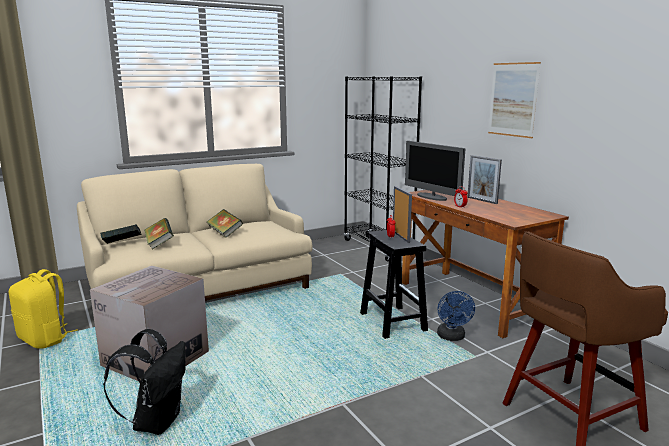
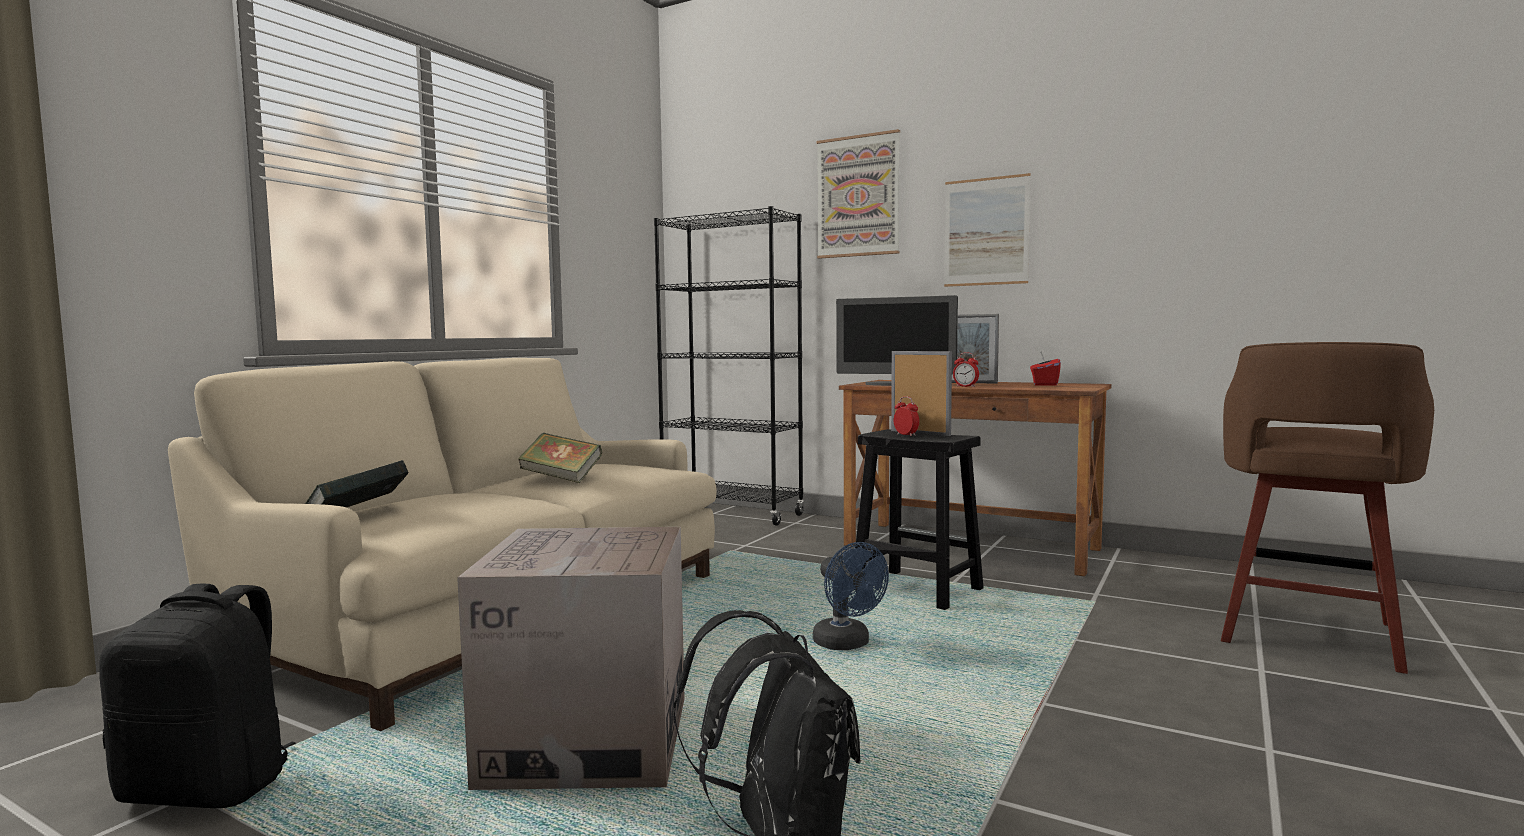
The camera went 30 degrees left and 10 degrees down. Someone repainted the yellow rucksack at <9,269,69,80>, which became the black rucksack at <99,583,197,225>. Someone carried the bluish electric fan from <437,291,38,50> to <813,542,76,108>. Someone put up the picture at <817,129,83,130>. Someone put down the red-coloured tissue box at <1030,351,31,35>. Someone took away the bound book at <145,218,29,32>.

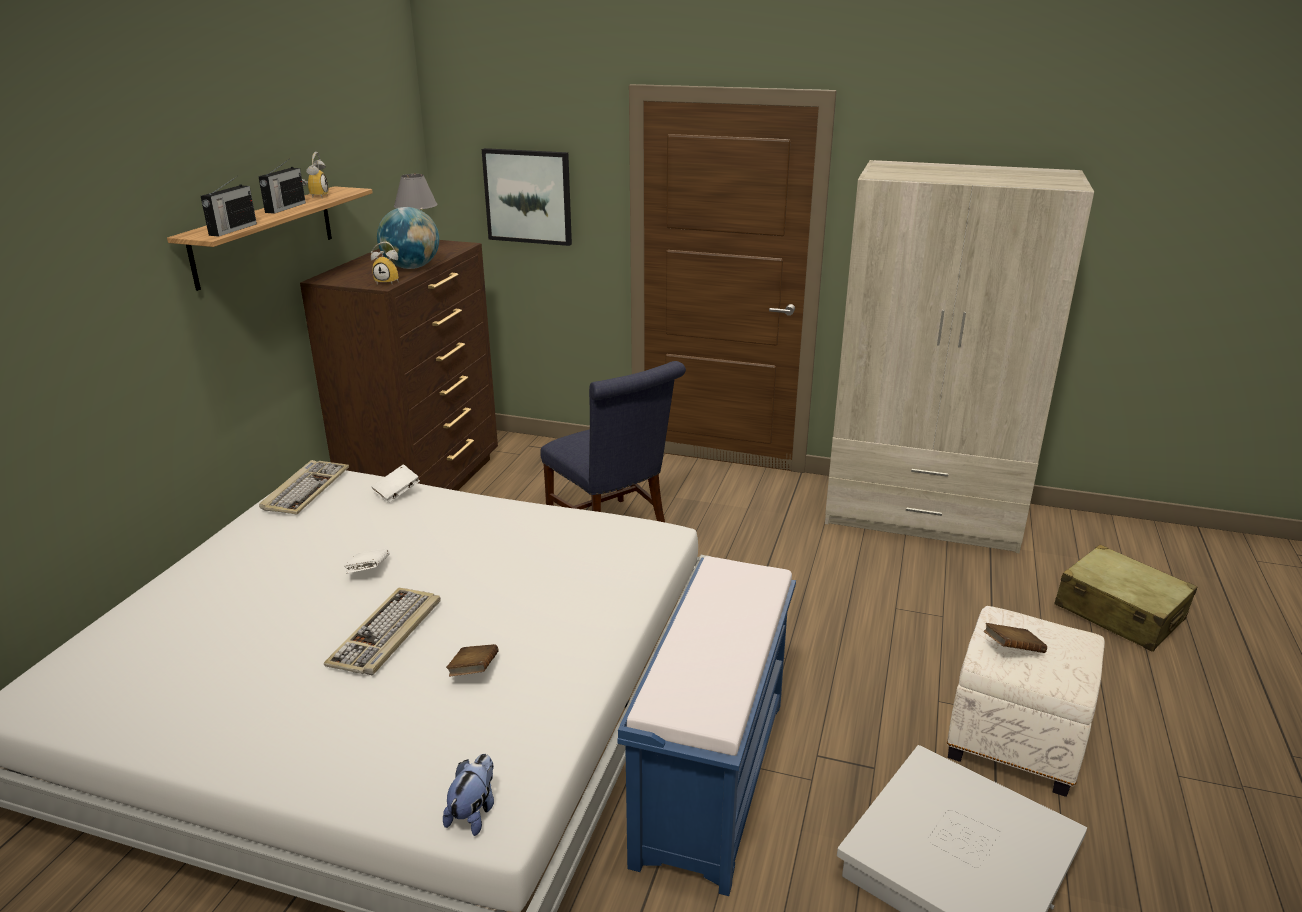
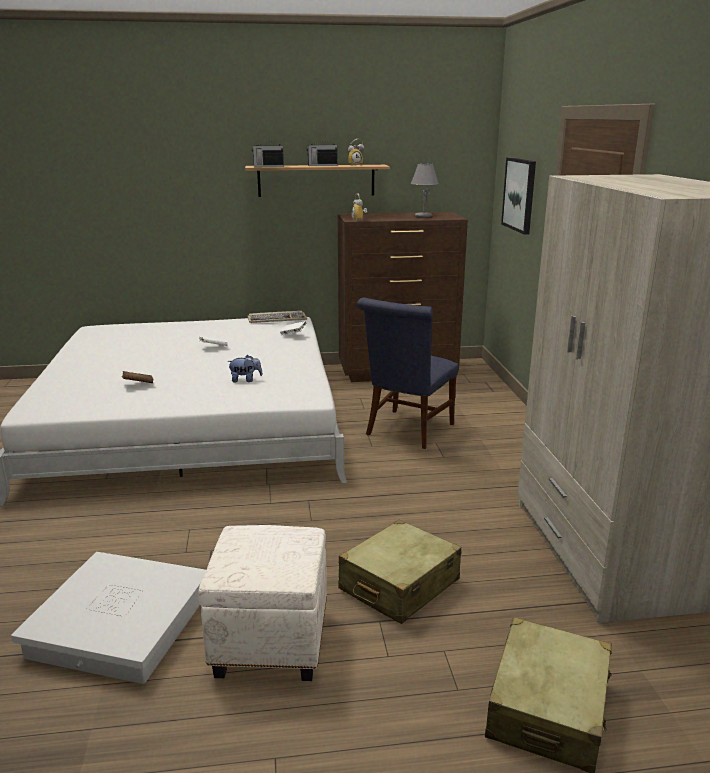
The camera went 65 degrees right and 5 degrees down. Someone carried the soft toy from <443,754,51,82> to <227,355,36,28>. Someone put down the beige travel case at <338,520,123,104>. Someone took away the PC keyboard at <324,588,117,87>. Someone took away the world globe at <377,207,62,62>. Someone took away the bluish bench at <617,556,179,340>. Someone took away the brown-coloured bound book at <984,623,63,30>.

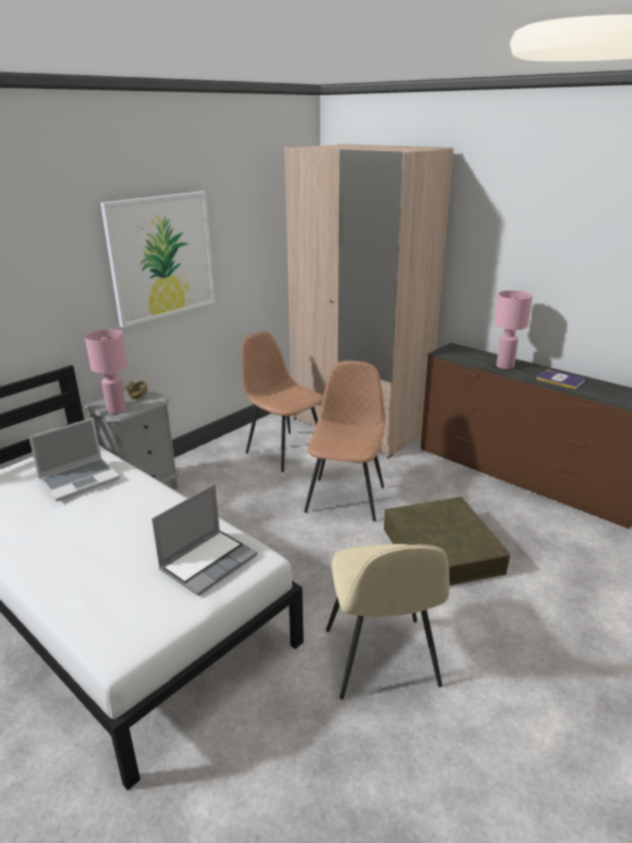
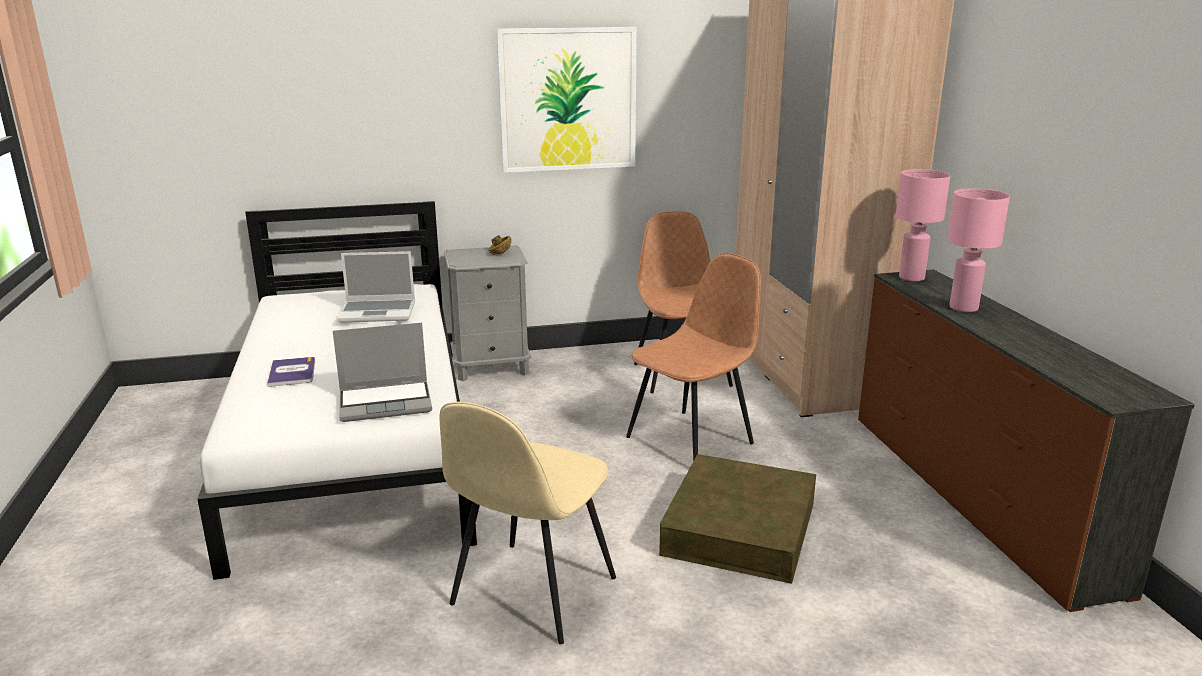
The camera went 35 degrees right and 5 degrees down. Someone carried the bound book from <537,370,48,20> to <267,357,48,30>. Someone carried the pink tabletop lamp from <85,329,42,85> to <896,169,54,112>.

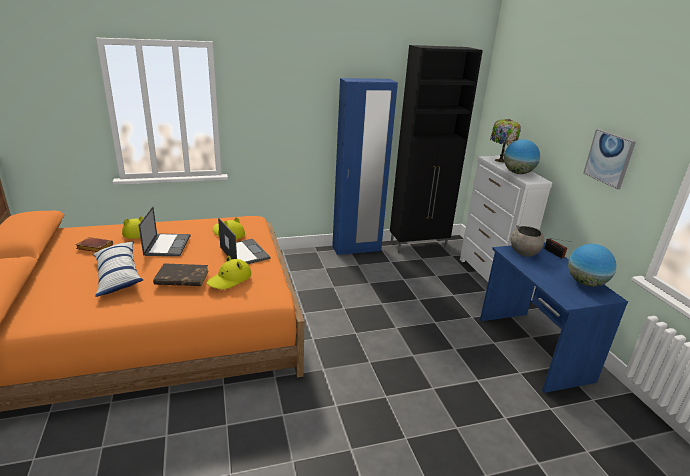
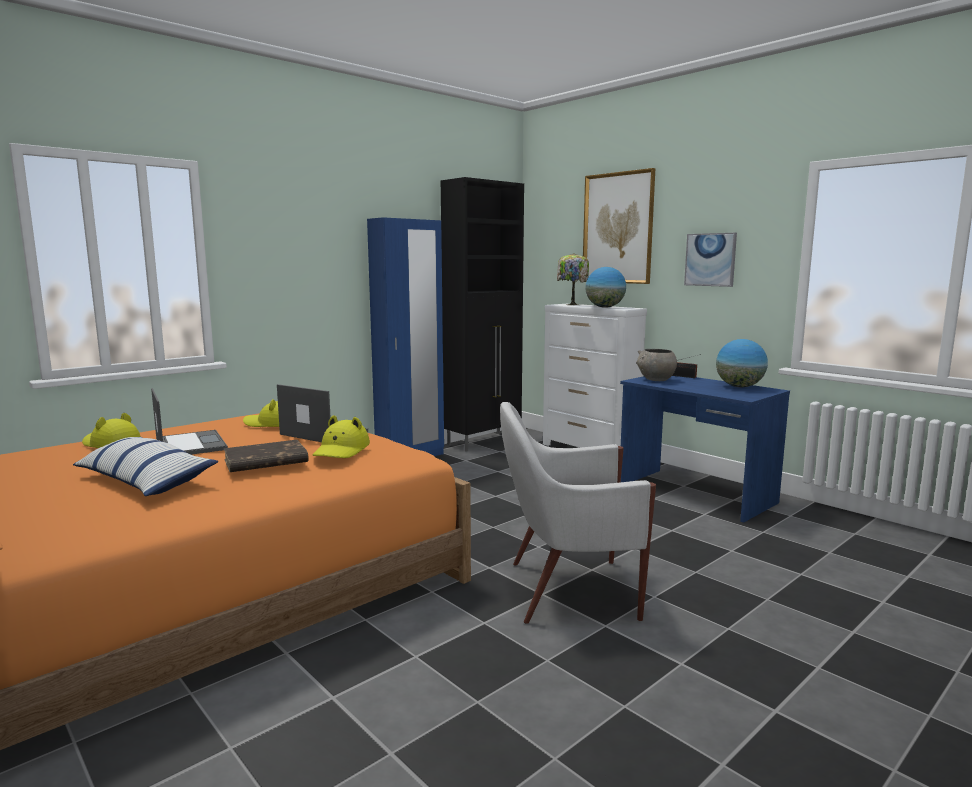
The camera went 25 degrees left and 15 degrees down. Someone put down the whitish lounge chair at <500,402,156,222>. Someone put up the picture at <583,168,72,116>. Someone took away the brown-coloured bound book at <76,237,37,15>.

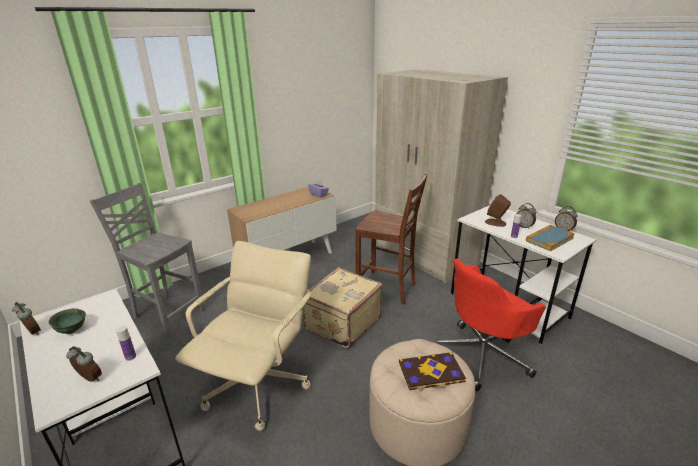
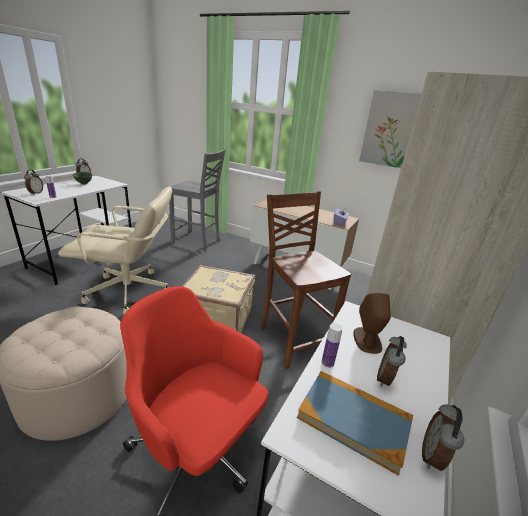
The camera went 65 degrees right and 0 degrees up. Someone rotated the grey plain chair at <90,183,115,154> by 105 degrees clockwise. Someone rotated the brown-coloured plain chair at <355,173,72,132> by 150 degrees clockwise. Someone put up the picture at <359,90,62,78>. Someone took away the bound book at <399,352,67,39>.

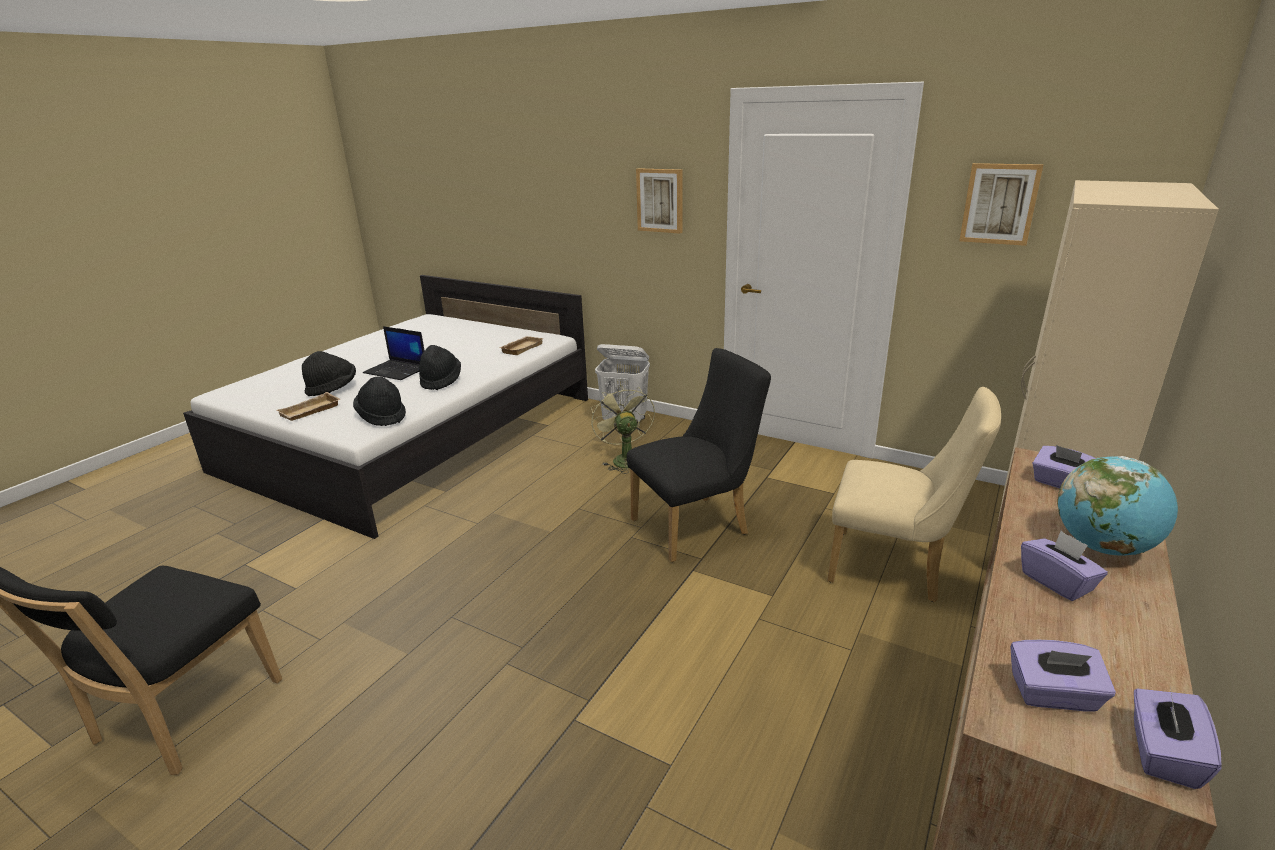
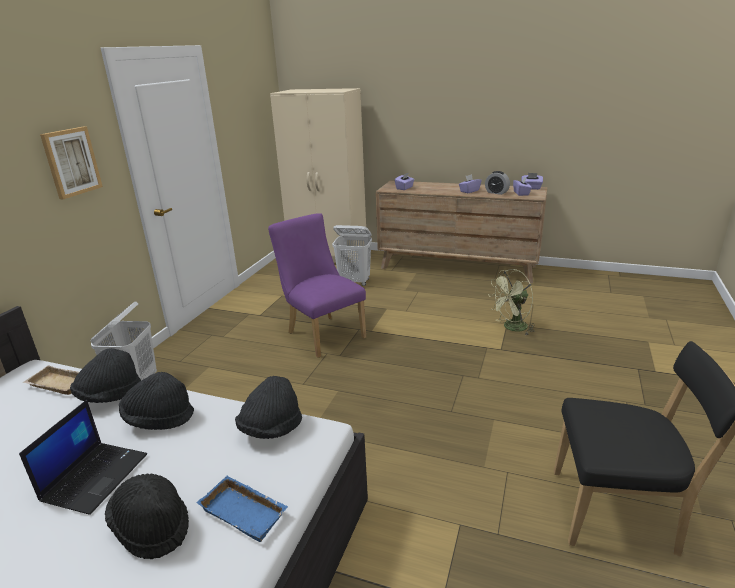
The camera went 100 degrees left and 0 degrees up. Someone put down the black wearable hat at <70,348,71,55>. Someone repainted the beige tray at <277,392,63,29>, which became the bluish tray at <196,476,92,66>. Someone repainted the black plain chair at <627,348,144,214>, which became the purplish plain chair at <268,213,98,145>. Someone swapped the beige plain chair at <827,387,174,215> for the whitish hamper at <332,225,40,61>. Someone put down the bedside clock at <485,171,25,24>. Someone carried the greenish electric fan from <591,385,64,89> to <488,269,47,67>. Someone took away the picture at <959,163,84,83>. Someone took away the world globe at <1057,456,121,100>.

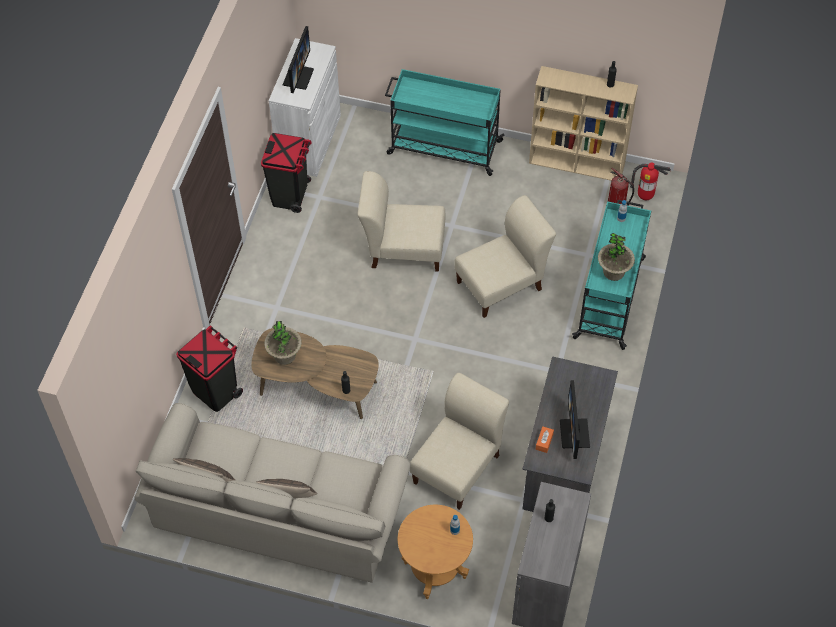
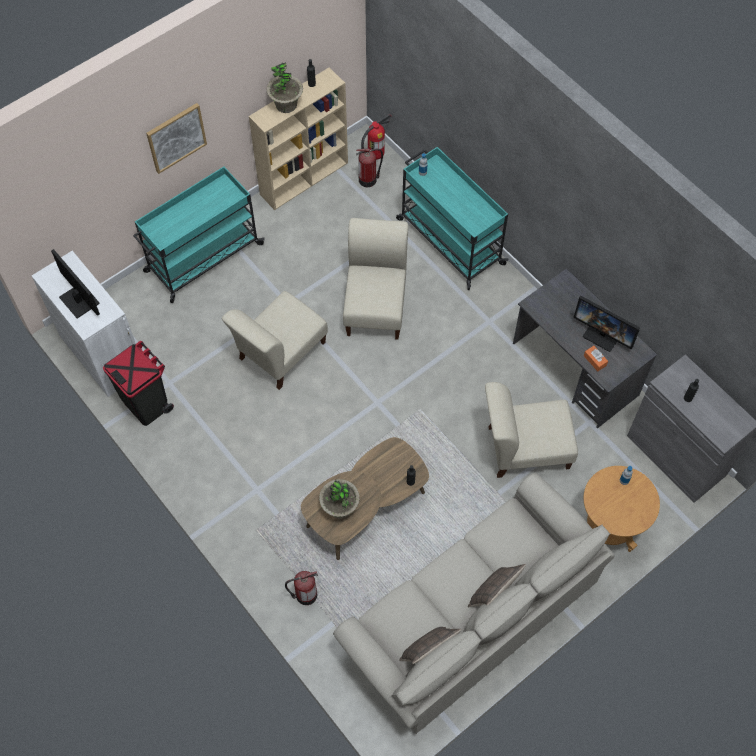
The camera went 55 degrees left and 5 degrees up. Someone put up the picture at <146,103,61,71>. Someone carried the houseplant from <598,233,37,48> to <267,62,36,51>. Someone swapped the black trash can at <176,326,67,86> for the fire extinguisher at <285,571,33,34>. Someone rotated the beige plain chair at <410,373,99,137> by 75 degrees counterclockwise.

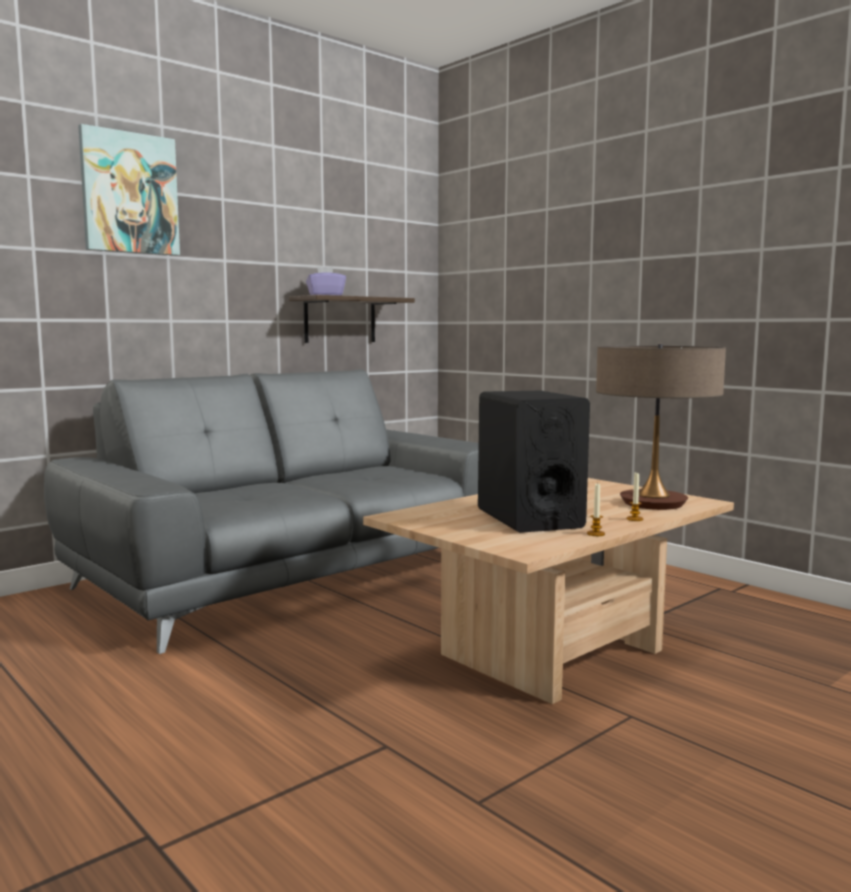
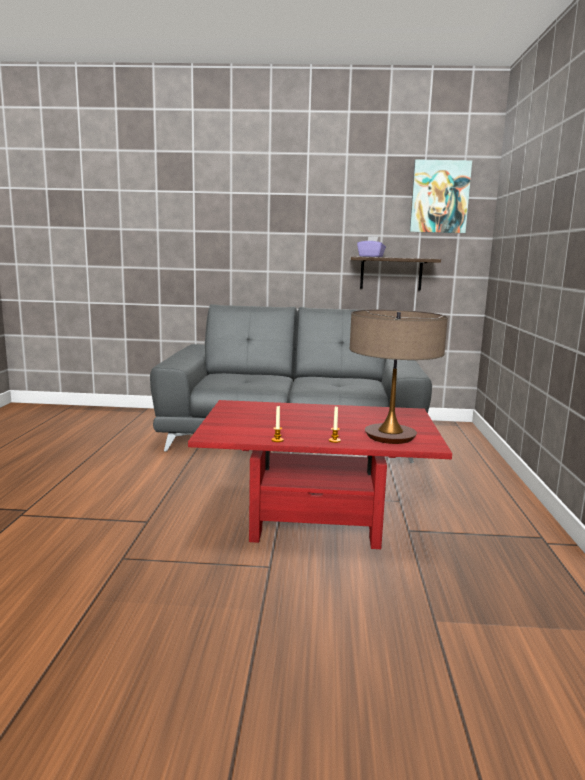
The camera went 45 degrees right and 5 degrees up. Someone repainted the beige coffee table at <363,478,371,226>, which became the red-coloured coffee table at <188,400,264,149>. Someone carried the picture from <78,124,102,132> to <410,159,62,74>. Someone took away the black audio speaker at <478,391,112,142>.

